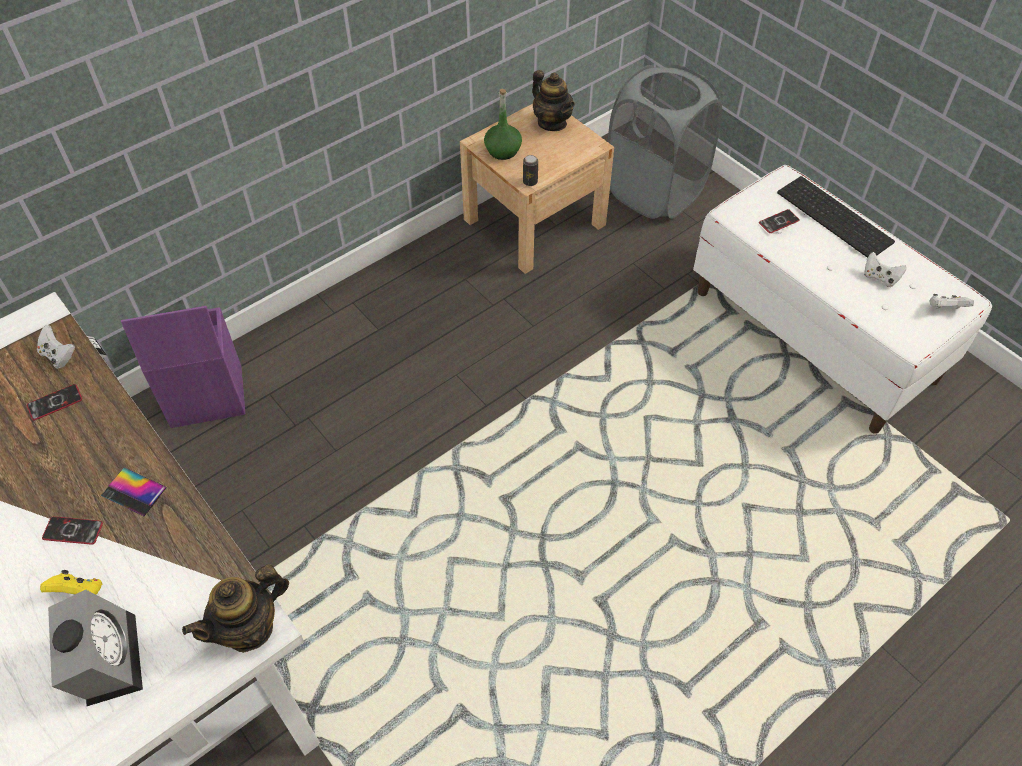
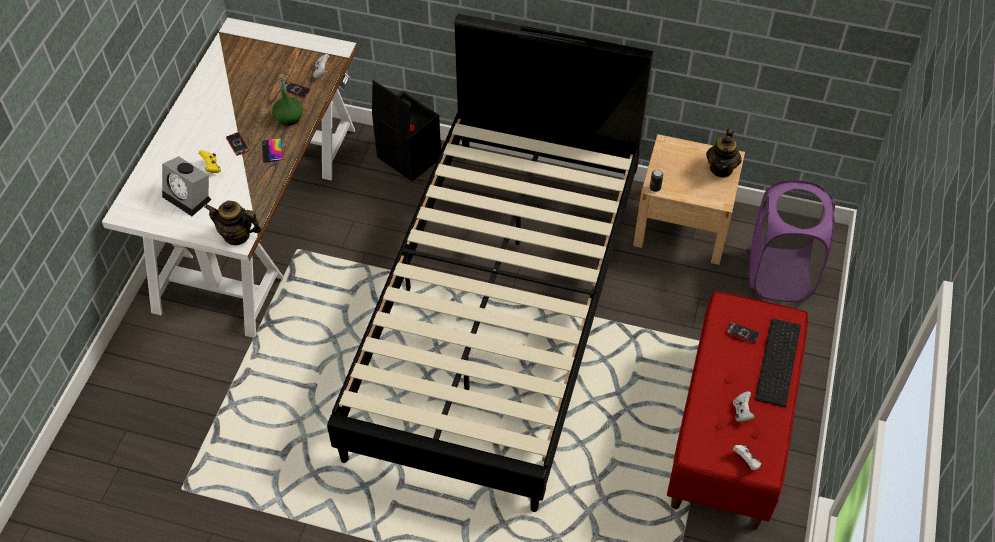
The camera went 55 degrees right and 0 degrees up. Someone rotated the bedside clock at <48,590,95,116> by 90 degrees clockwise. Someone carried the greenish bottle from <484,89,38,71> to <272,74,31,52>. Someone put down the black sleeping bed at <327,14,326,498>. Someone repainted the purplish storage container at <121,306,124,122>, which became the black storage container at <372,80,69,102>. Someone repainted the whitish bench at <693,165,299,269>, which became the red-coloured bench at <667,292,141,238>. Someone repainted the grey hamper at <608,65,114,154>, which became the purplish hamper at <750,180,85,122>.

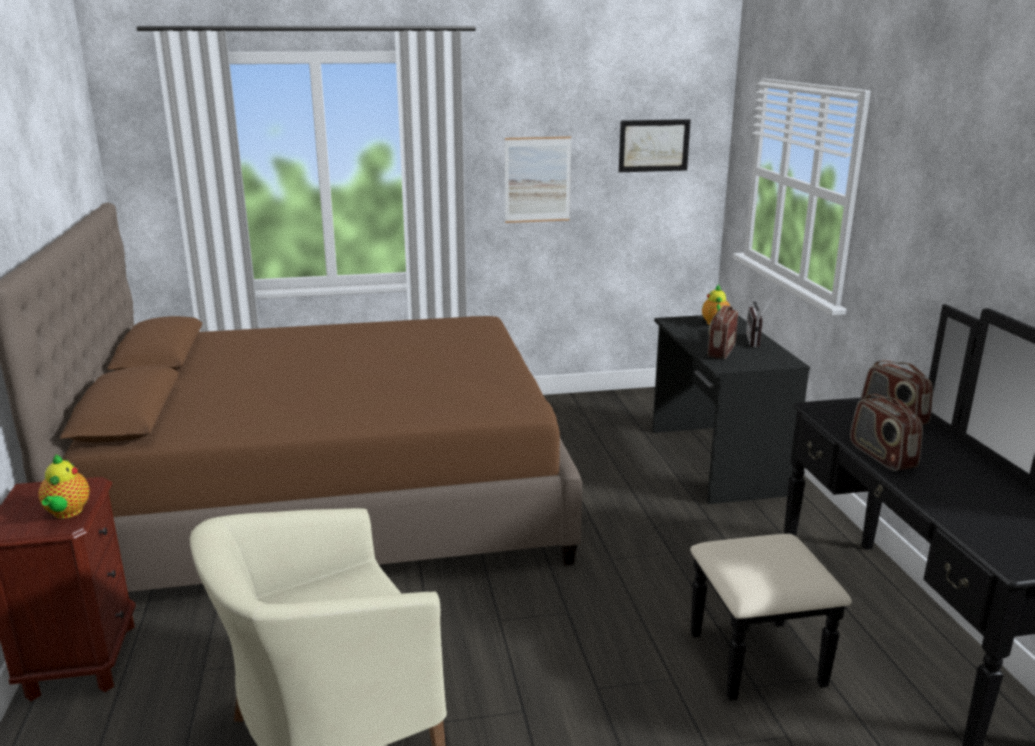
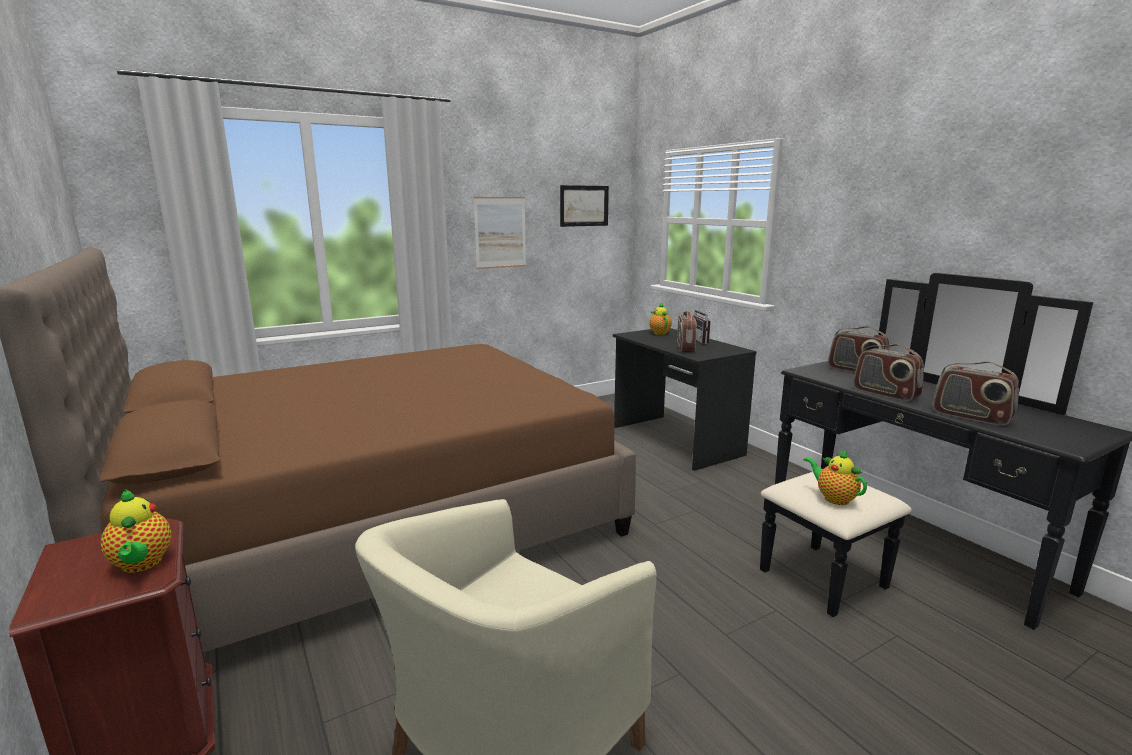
The camera went 20 degrees left and 5 degrees down. Someone put down the pot for tea at <803,449,64,56>. Someone put down the radio at <933,361,86,64>.

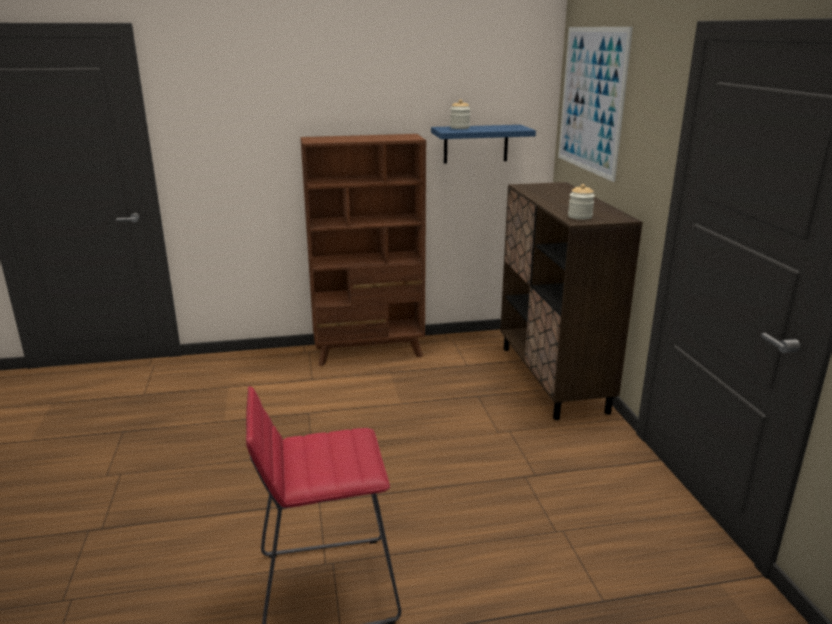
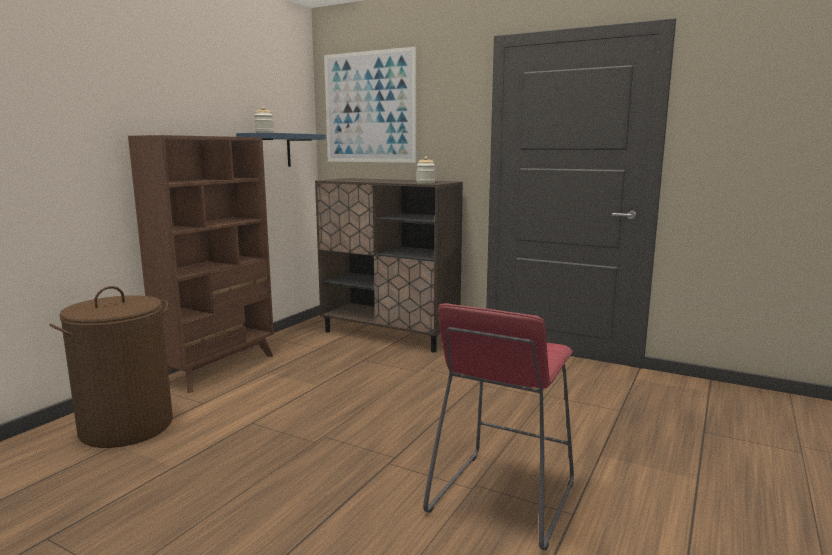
The camera went 50 degrees left and 10 degrees down. Someone put down the brown-coloured hamper at <49,286,124,162>.

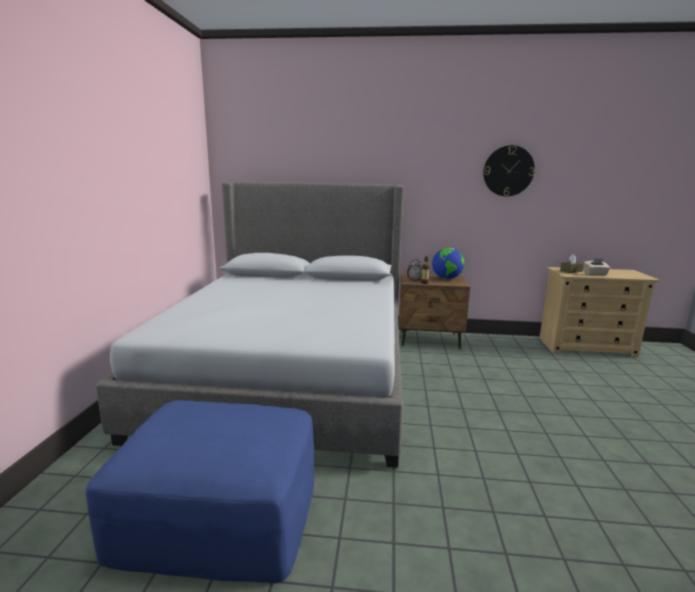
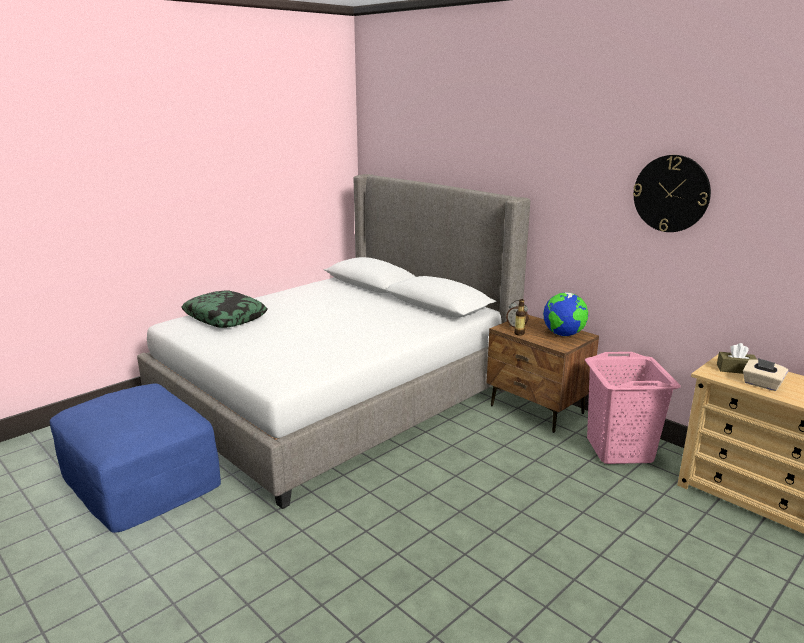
The camera went 40 degrees right and 5 degrees up. Someone put down the throw pillow at <181,291,86,37>. Someone put down the pink hamper at <585,352,96,112>.

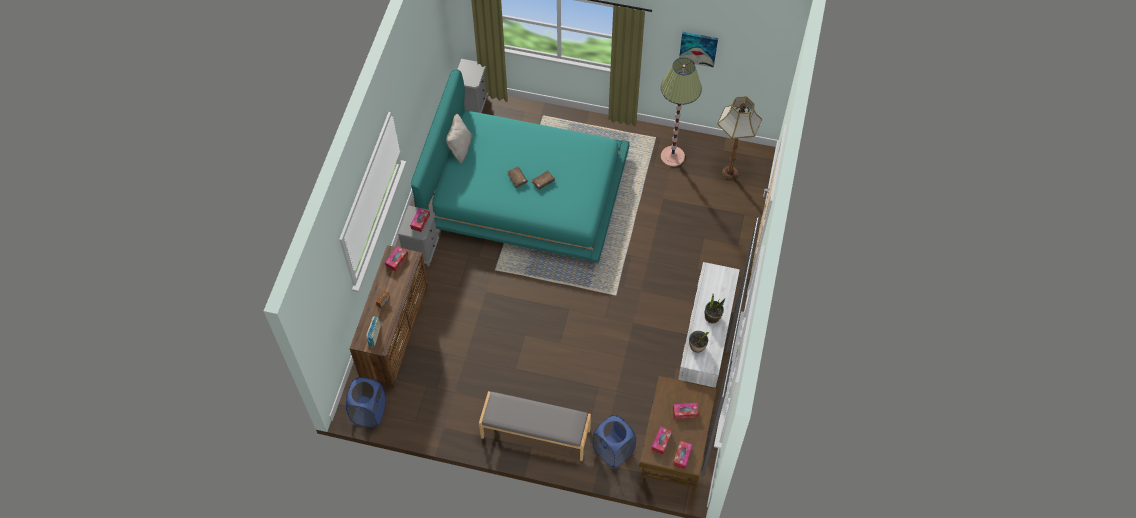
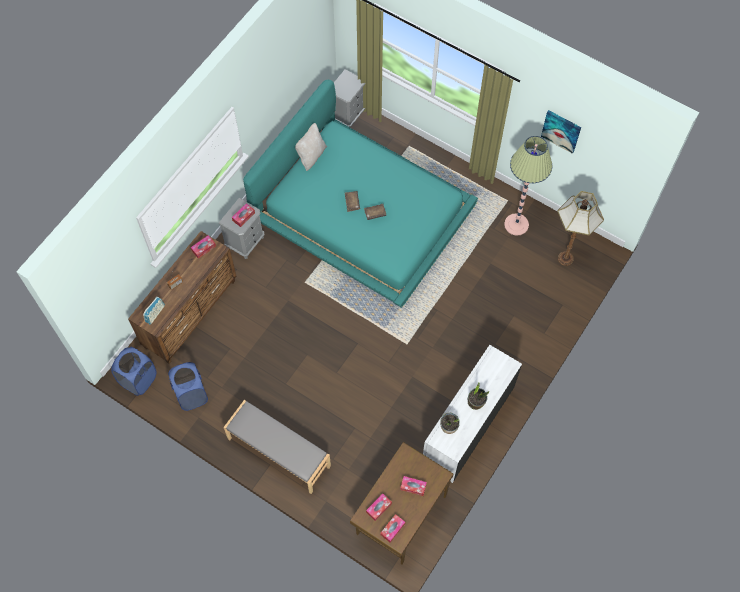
The camera went 20 degrees right and 5 degrees up. Someone carried the bluish hamper from <593,415,43,53> to <168,362,40,49>.

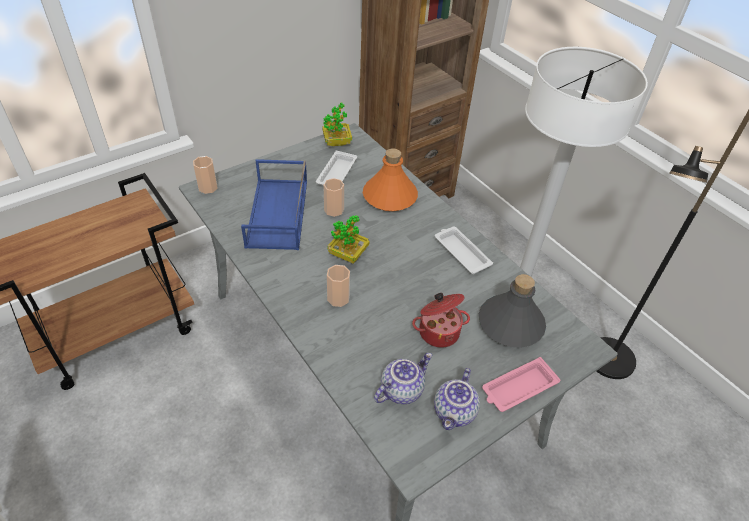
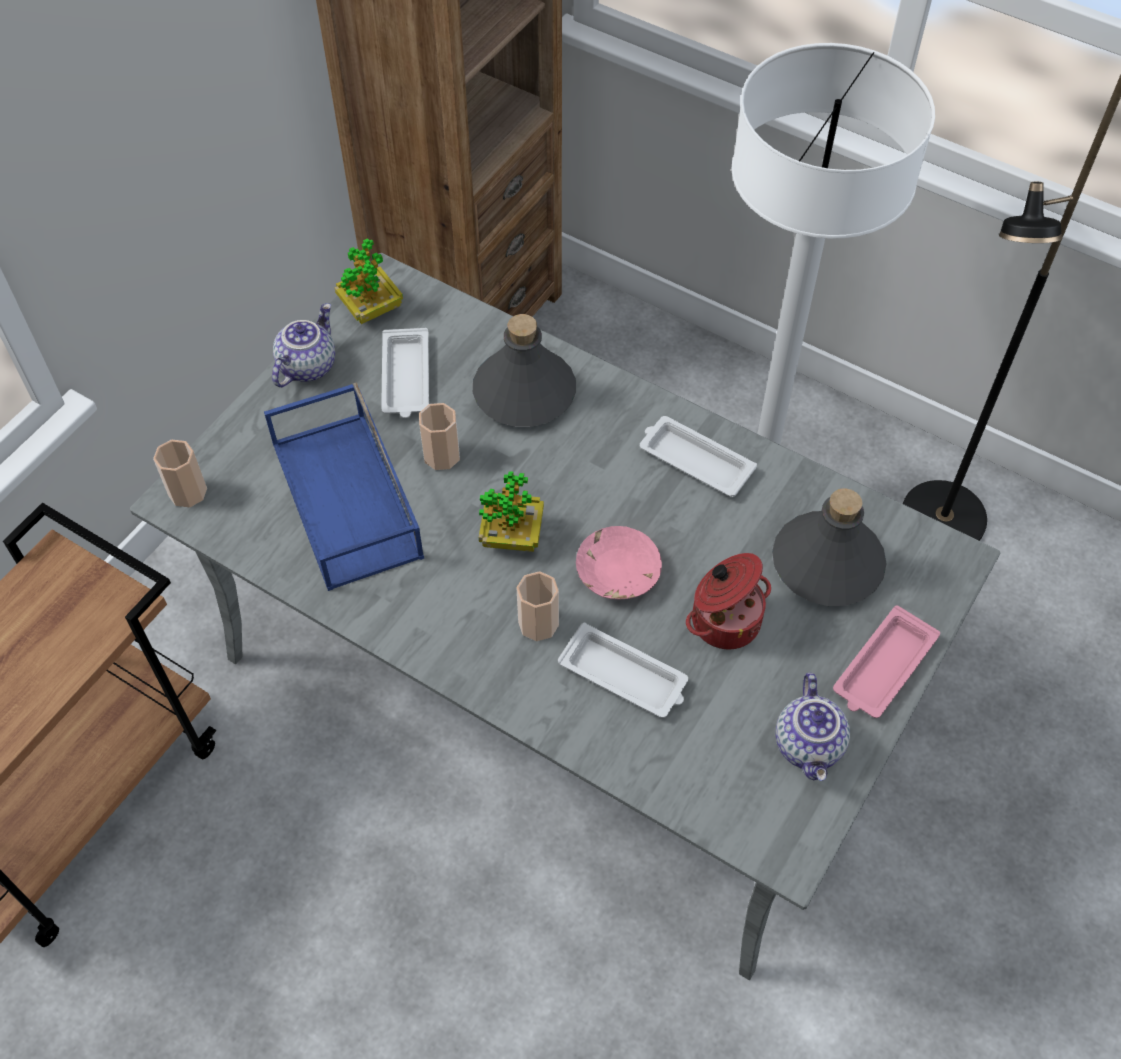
The camera went 20 degrees left and 10 degrees up. Someone carried the pot for tea from <374,353,58,51> to <272,303,63,84>. Someone repainted the orange-coloured bottle at <363,148,55,63>, which became the grey bottle at <473,314,103,113>. Someone put down the whitish tray at <558,623,130,95>. Someone put down the pink deep dish at <576,526,86,73>.

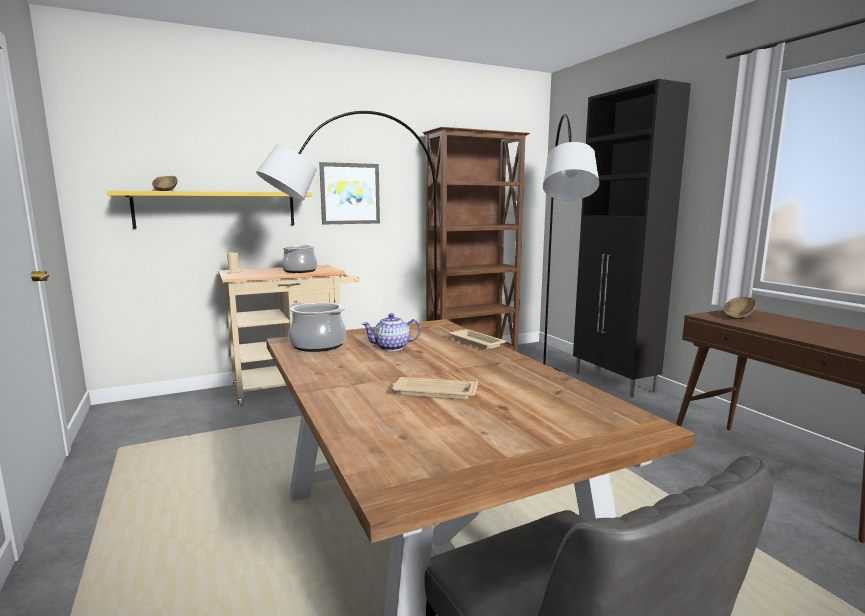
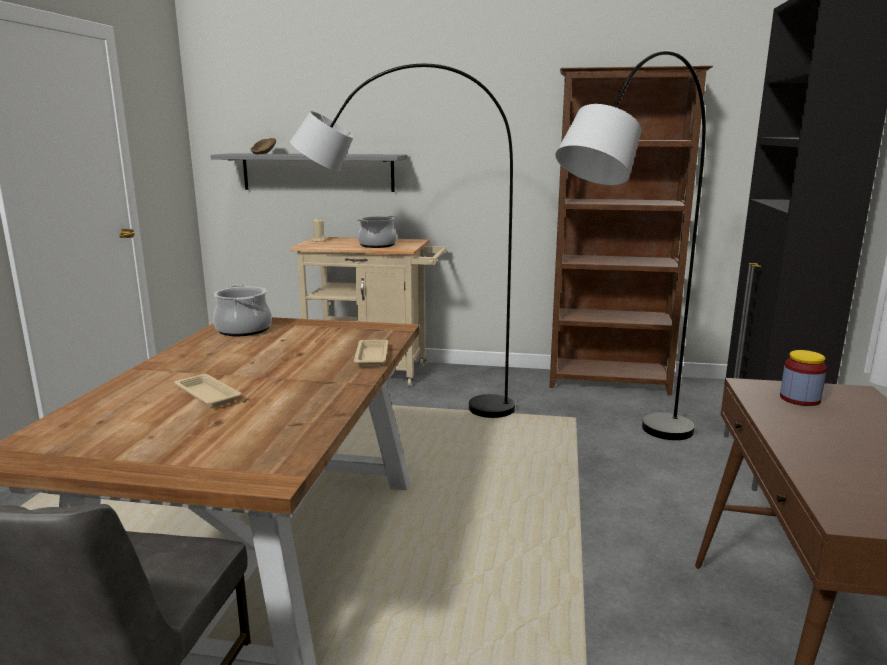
The camera went 35 degrees right and 5 degrees up. Someone repainted the yellow bracket shelf at <107,191,206,38>, which became the grey bracket shelf at <210,153,197,39>. Someone swapped the brown-coloured deep dish at <723,297,34,22> for the preserve jar at <780,350,47,56>. Someone took away the picture at <319,162,61,62>. Someone took away the pot for tea at <362,313,59,38>.

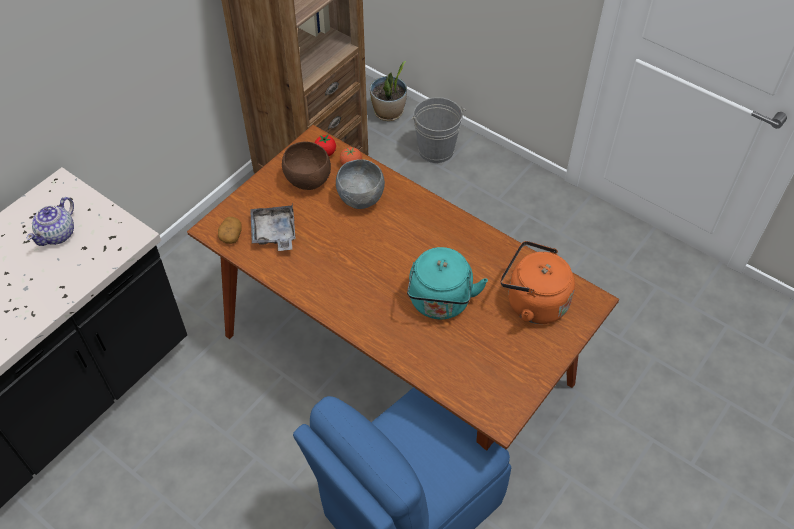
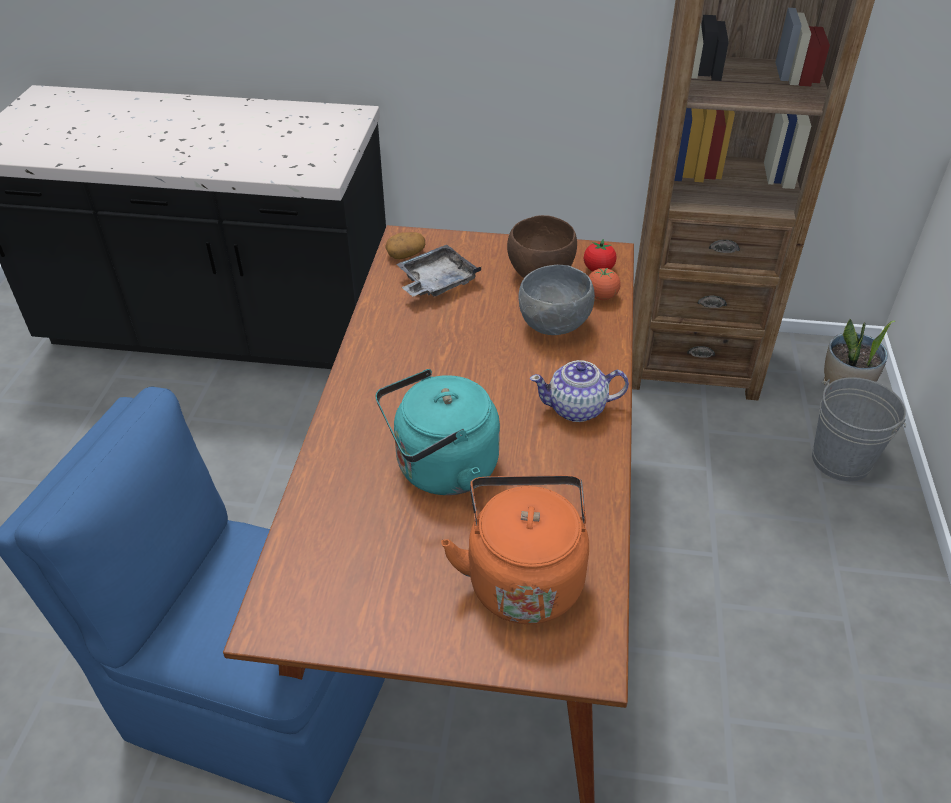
The camera went 60 degrees right and 10 degrees down. Someone carried the pot for tea from <27,197,47,49> to <530,360,99,62>.

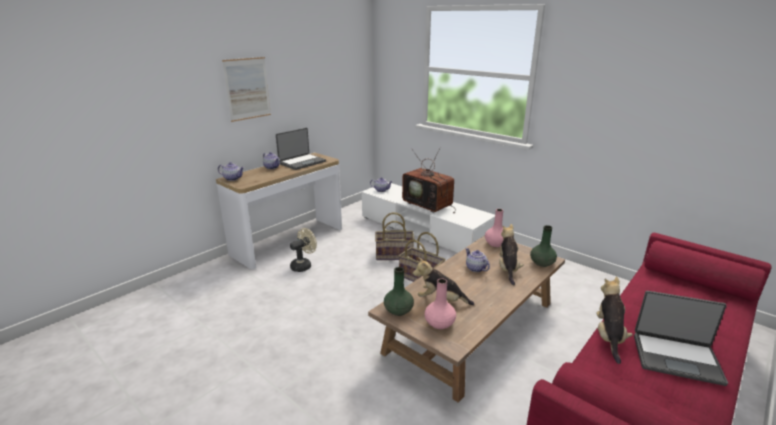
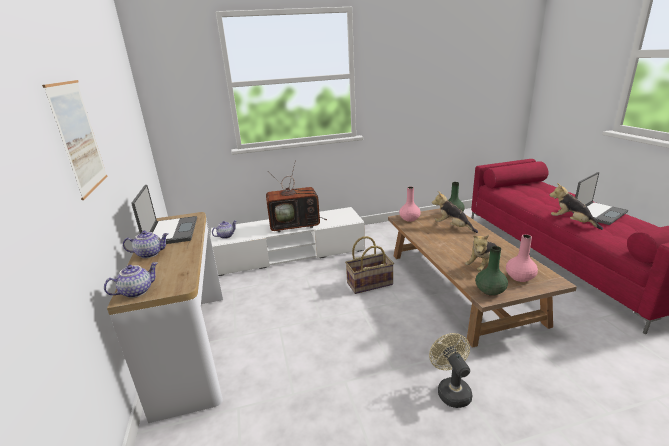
The camera went 55 degrees left and 0 degrees up. Someone carried the beige electric fan from <290,228,27,44> to <429,333,43,75>. Someone took away the basket at <375,212,39,48>. Someone took away the pot for tea at <465,248,25,24>.

